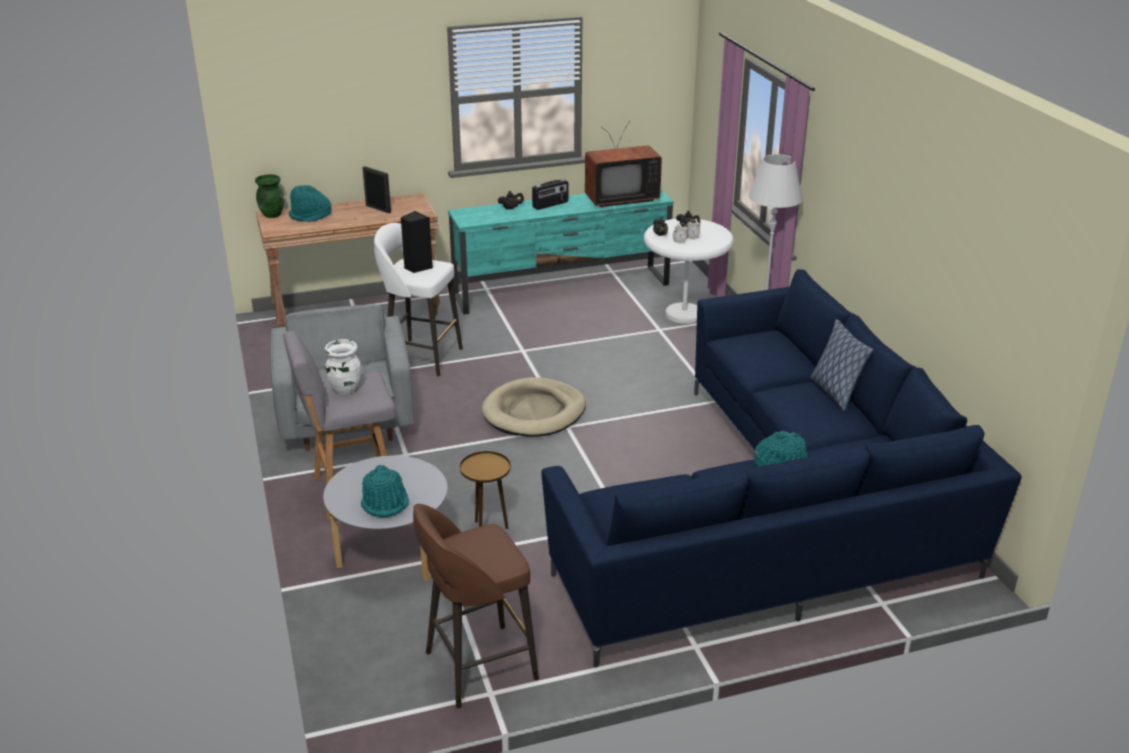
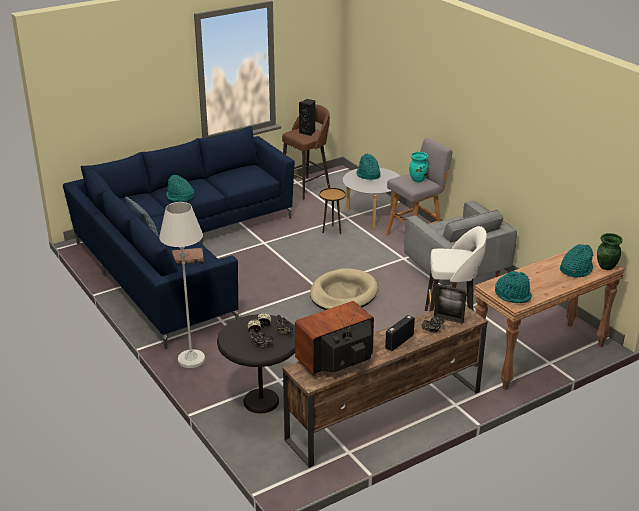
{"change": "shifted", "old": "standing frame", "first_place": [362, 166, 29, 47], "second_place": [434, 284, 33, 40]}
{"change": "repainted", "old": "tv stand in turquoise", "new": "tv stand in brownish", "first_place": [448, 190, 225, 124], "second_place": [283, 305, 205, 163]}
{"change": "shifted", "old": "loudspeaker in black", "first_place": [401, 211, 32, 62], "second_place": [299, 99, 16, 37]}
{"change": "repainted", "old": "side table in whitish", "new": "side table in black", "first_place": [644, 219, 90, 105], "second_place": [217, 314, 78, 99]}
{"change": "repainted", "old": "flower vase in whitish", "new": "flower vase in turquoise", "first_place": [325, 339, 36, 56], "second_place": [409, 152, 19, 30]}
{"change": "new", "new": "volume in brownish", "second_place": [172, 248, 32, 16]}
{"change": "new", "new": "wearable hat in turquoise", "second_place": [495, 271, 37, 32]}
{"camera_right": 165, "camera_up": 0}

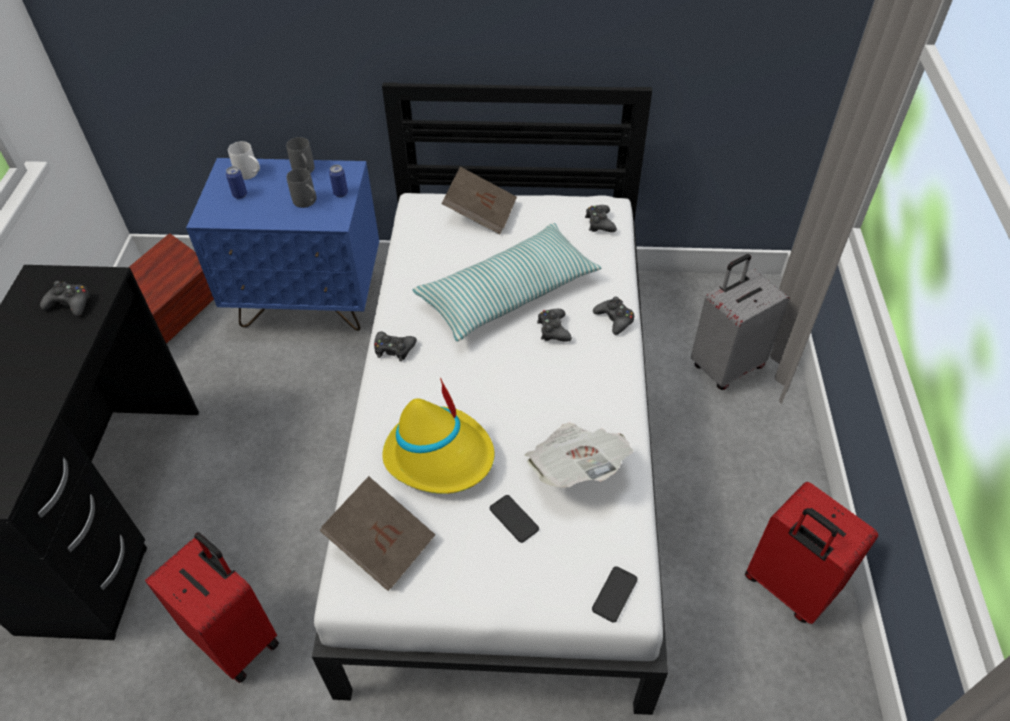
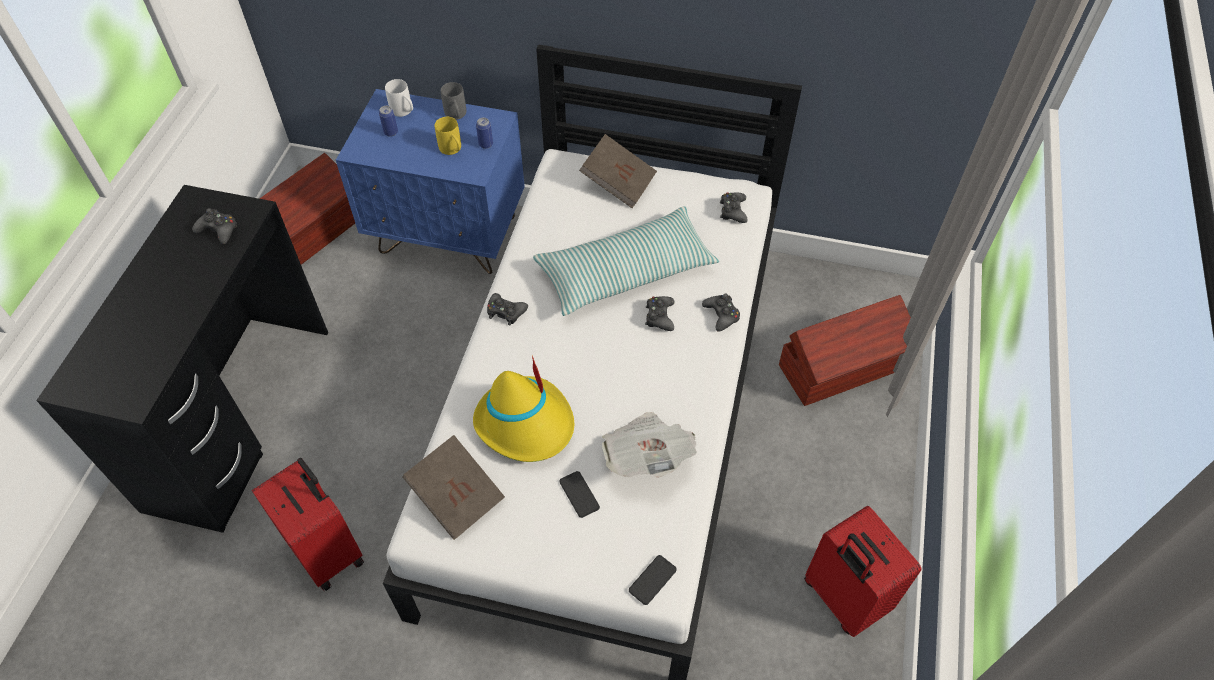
{"change": "repainted", "old": "coffee mug in grey", "new": "coffee mug in yellow", "first_place": [287, 168, 30, 40], "second_place": [435, 117, 26, 38]}
{"change": "swapped", "old": "suitcase in grey", "new": "storage container in brownish", "first_place": [691, 254, 98, 136], "second_place": [779, 295, 132, 111]}
{"camera_right": 10, "camera_up": 5}

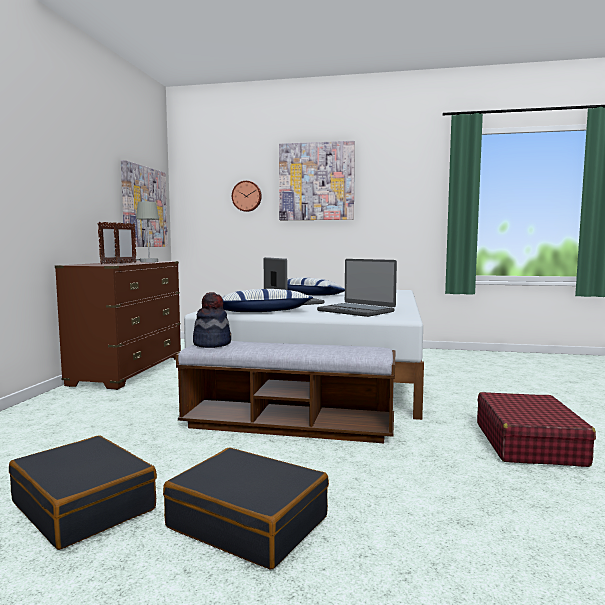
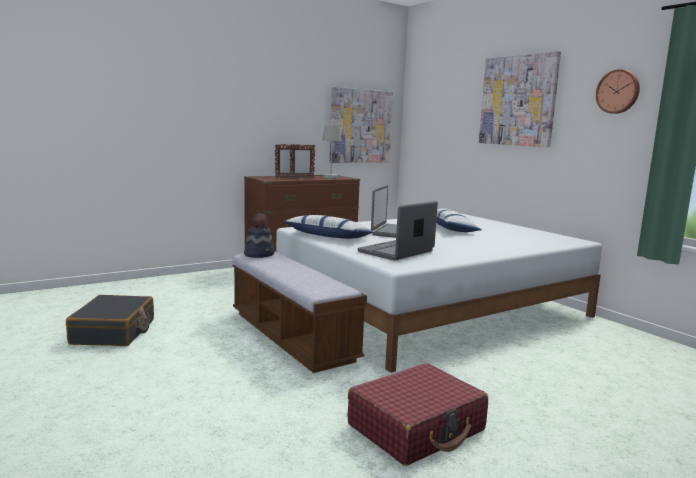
{"change": "shifted", "old": "wall clock", "first_place": [232, 181, 30, 31], "second_place": [596, 69, 44, 45]}
{"change": "rotated", "old": "laptop", "first_place": [317, 259, 80, 58], "second_place": [358, 201, 80, 59], "degrees": 45}
{"change": "gone", "old": "suitcase in black", "first_place": [163, 448, 166, 121]}
{"camera_right": 45, "camera_up": 5}

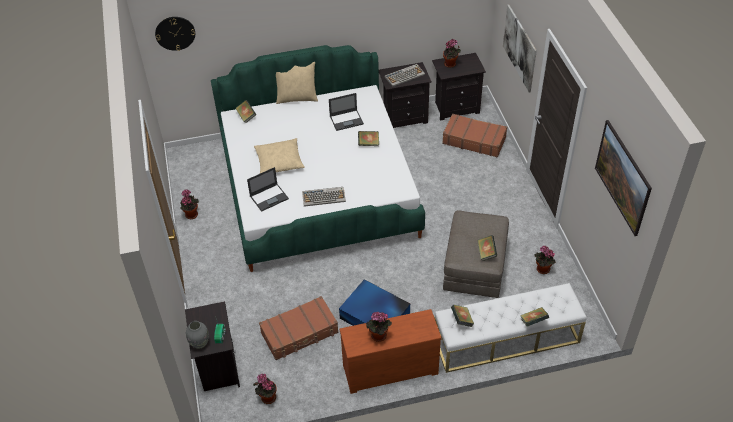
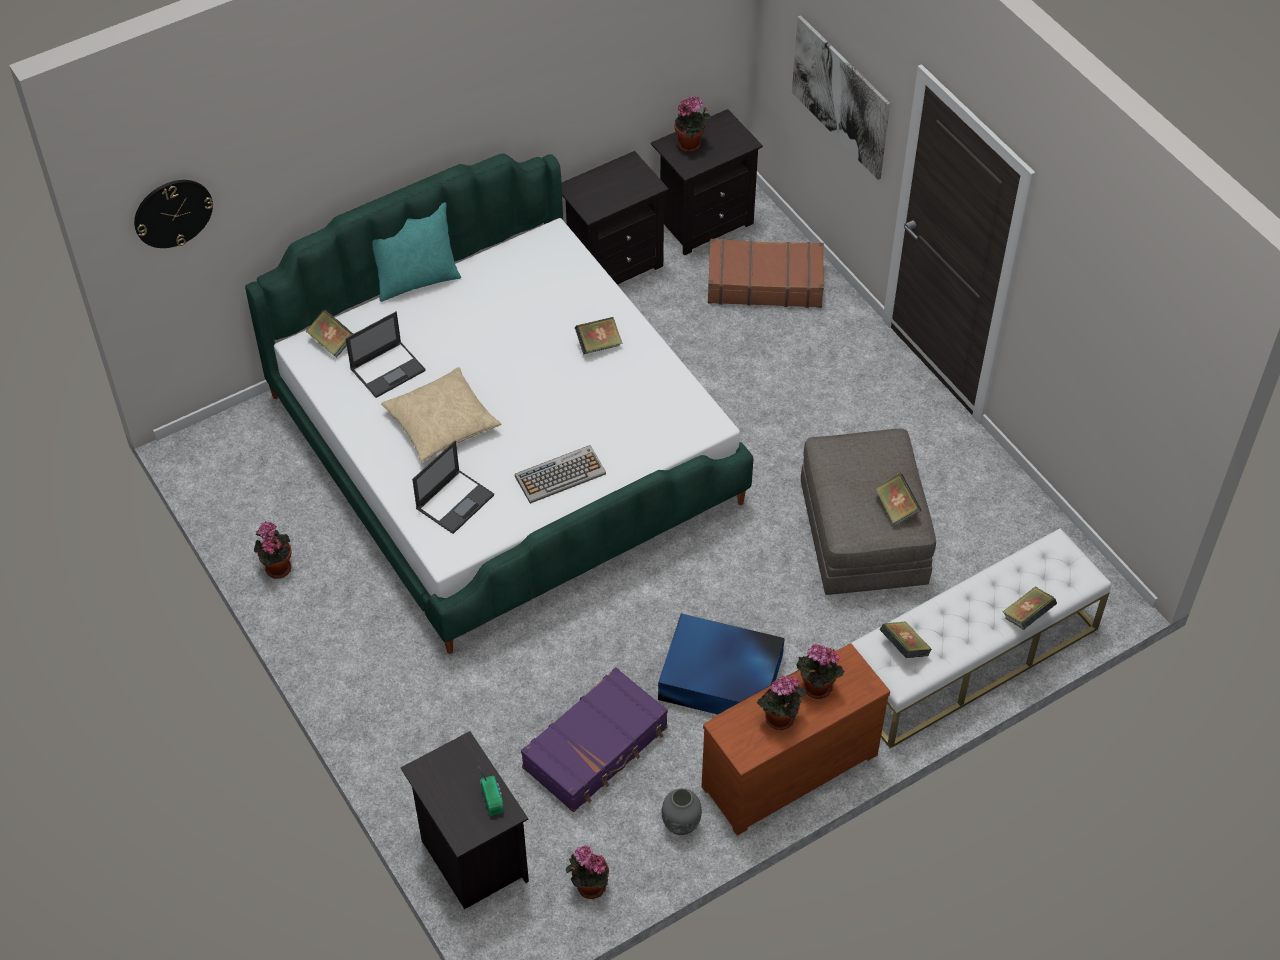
{"change": "repainted", "old": "pillow in sand-coloured", "new": "pillow in turquoise", "first_place": [276, 62, 42, 42], "second_place": [372, 202, 89, 100]}
{"change": "gone", "old": "computer keyboard", "first_place": [384, 64, 41, 23]}
{"change": "shifted", "old": "laptop", "first_place": [329, 93, 35, 38], "second_place": [346, 312, 80, 86]}
{"change": "gone", "old": "wall art", "first_place": [595, 120, 57, 116]}
{"change": "shifted", "old": "plant in a pot", "first_place": [535, 246, 21, 28], "second_place": [796, 644, 48, 55]}
{"change": "repainted", "old": "suitcase in brownish", "new": "suitcase in purple-coloured", "first_place": [259, 296, 80, 64], "second_place": [521, 667, 147, 145]}
{"change": "shifted", "old": "flower vase in grey", "first_place": [186, 321, 23, 28], "second_place": [662, 788, 40, 47]}
{"camera_right": -20, "camera_up": 5}

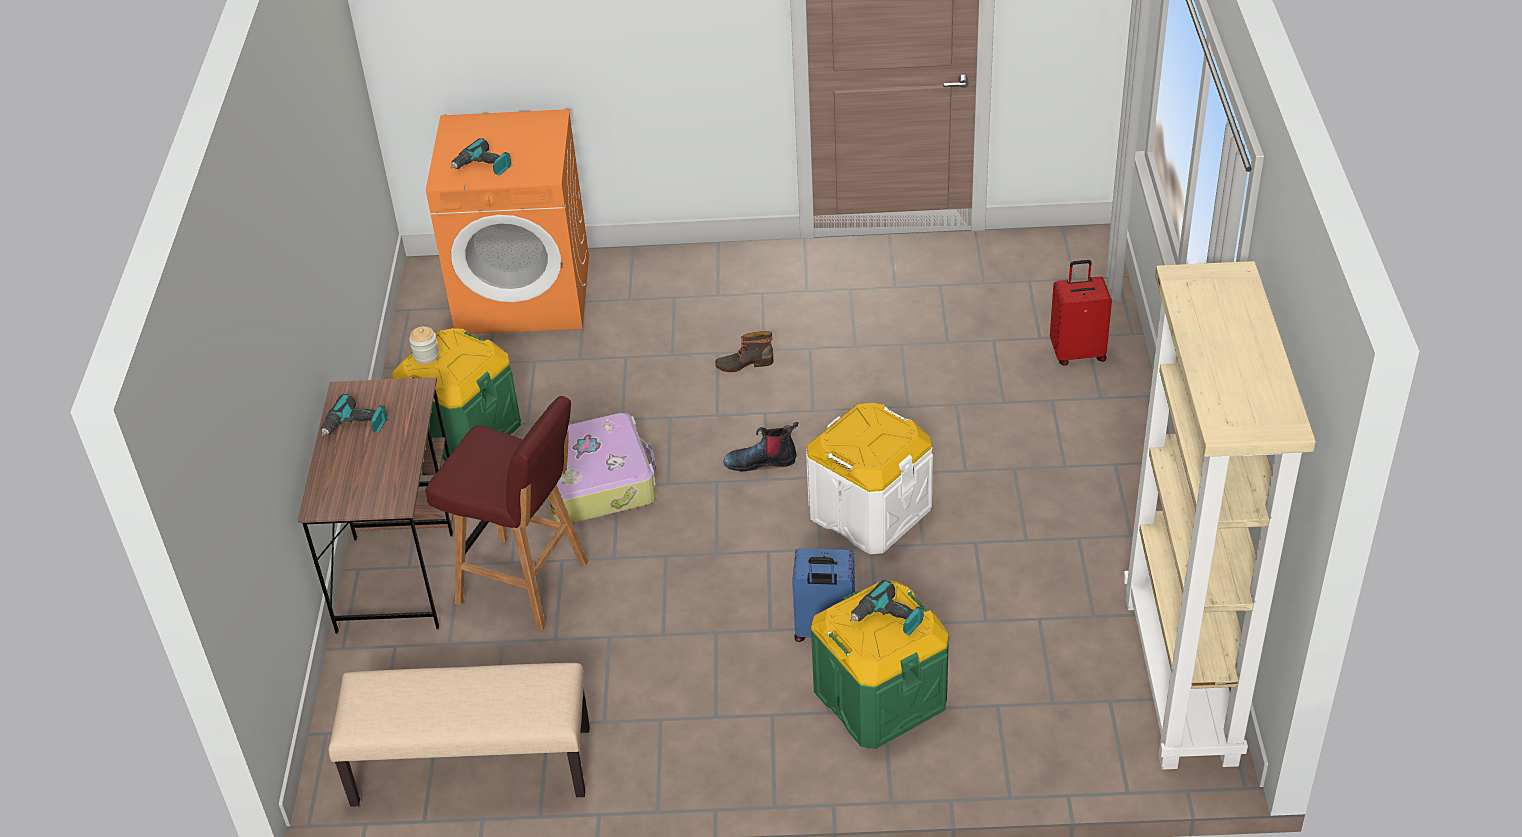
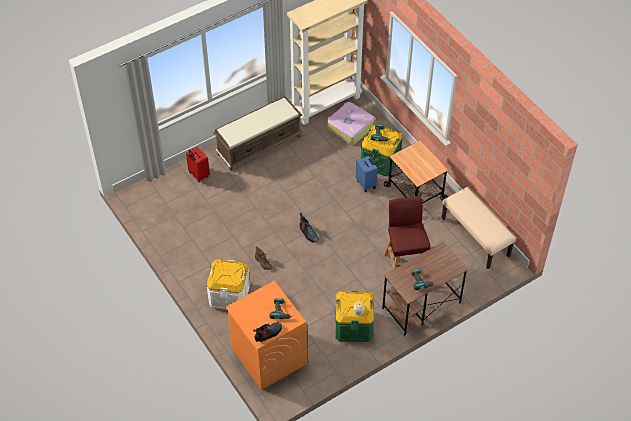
{"change": "shifted", "old": "storage container in whitish", "first_place": [806, 403, 127, 151], "second_place": [207, 259, 43, 51]}
{"change": "shifted", "old": "suitcase", "first_place": [547, 413, 109, 110], "second_place": [327, 102, 48, 43]}
{"change": "new", "new": "indoor bench in brownish", "second_place": [213, 96, 90, 75]}
{"change": "new", "new": "cart", "second_place": [384, 141, 64, 62]}
{"change": "new", "new": "high-top boot", "second_place": [253, 322, 29, 20]}
{"camera_right": -125, "camera_up": 10}

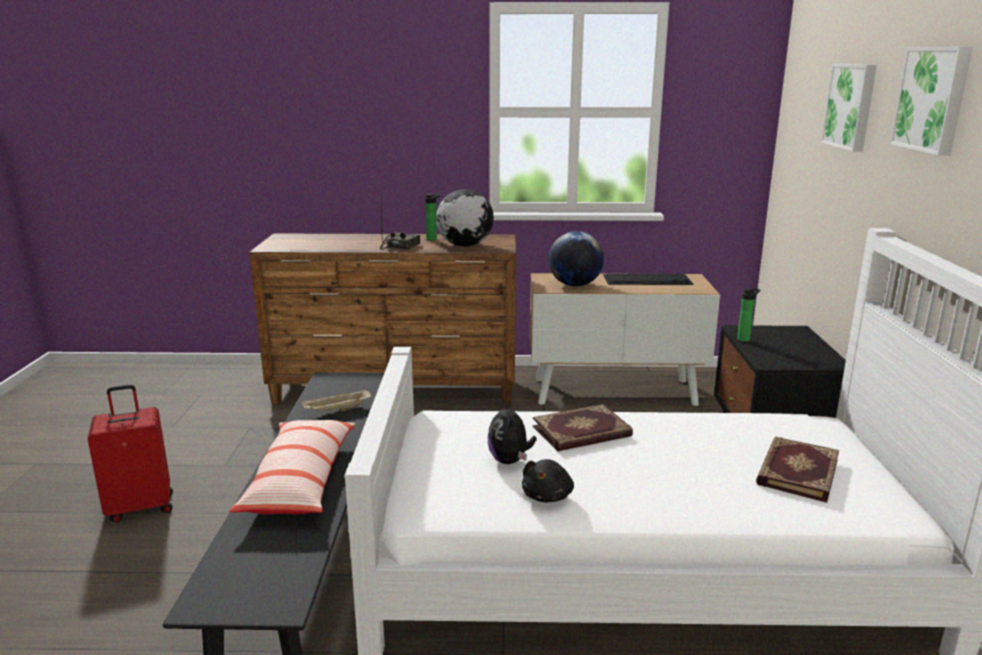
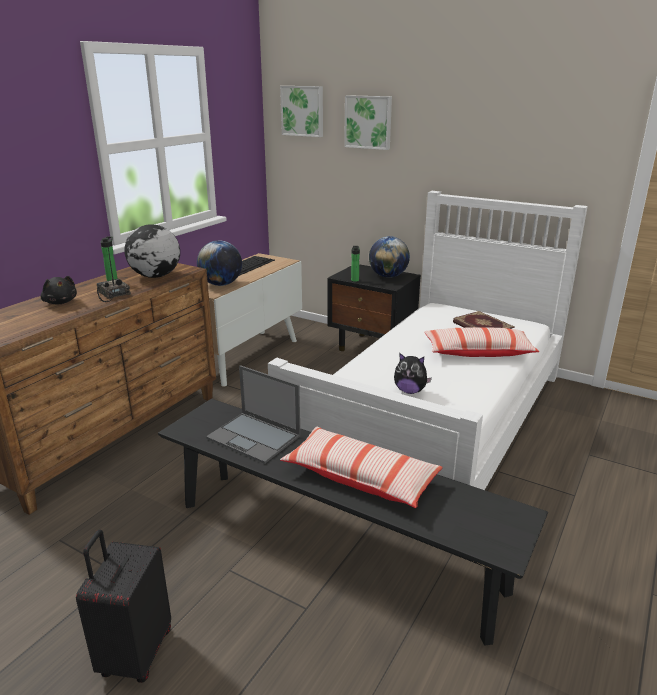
{"change": "shifted", "old": "wall art", "first_place": [890, 47, 83, 109], "second_place": [280, 86, 43, 51]}
{"change": "repainted", "old": "suitcase in reddish", "new": "suitcase in black", "first_place": [88, 385, 85, 137], "second_place": [76, 529, 95, 154]}
{"change": "swapped", "old": "tray in sand-coloured", "new": "laptop", "first_place": [301, 388, 71, 24], "second_place": [206, 365, 95, 99]}
{"change": "gone", "old": "volume", "first_place": [533, 404, 100, 47]}
{"change": "shifted", "old": "cuddly toy in black", "first_place": [522, 459, 52, 44], "second_place": [41, 276, 36, 28]}
{"change": "new", "new": "globe", "second_place": [369, 236, 41, 42]}
{"change": "new", "new": "pillow", "second_place": [424, 327, 115, 30]}
{"camera_right": -60, "camera_up": 5}

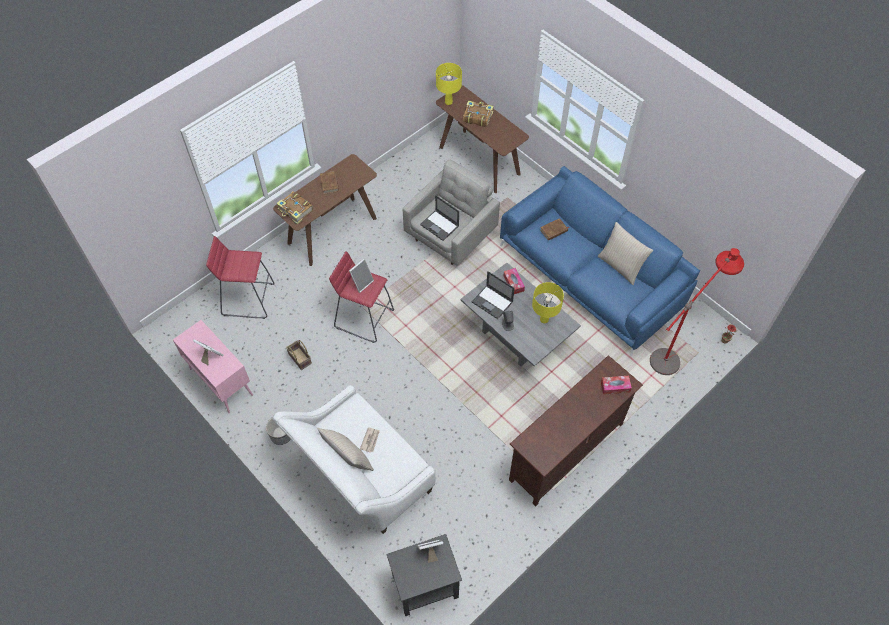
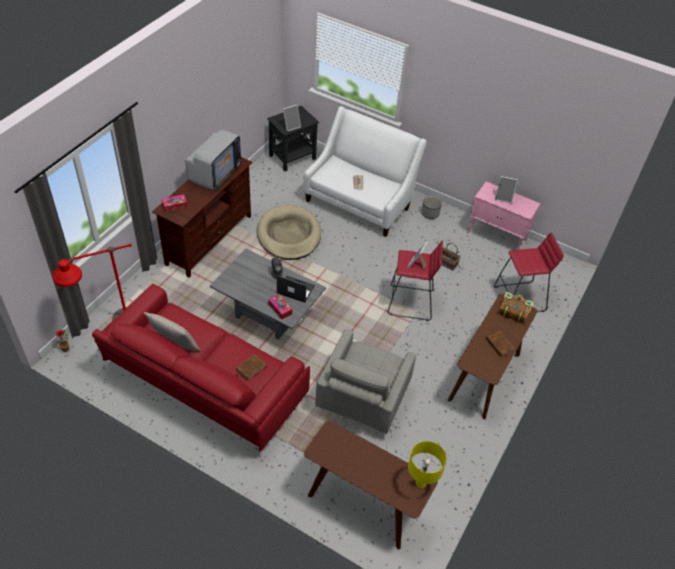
{"change": "gone", "old": "volume", "first_place": [463, 101, 31, 26]}
{"change": "repainted", "old": "settee in blue-coloured", "new": "settee in reddish", "first_place": [500, 166, 200, 190], "second_place": [92, 284, 218, 174]}
{"change": "gone", "old": "laptop", "first_place": [420, 195, 39, 46]}
{"change": "gone", "old": "table lamp in yellow", "first_place": [532, 282, 32, 41]}
{"change": "gone", "old": "pillow in sand-coloured", "first_place": [317, 428, 57, 43]}
{"change": "new", "new": "TV", "second_place": [185, 129, 56, 62]}
{"change": "new", "new": "dog cushion in sand-coloured", "second_place": [257, 205, 64, 55]}
{"camera_right": 160, "camera_up": -10}

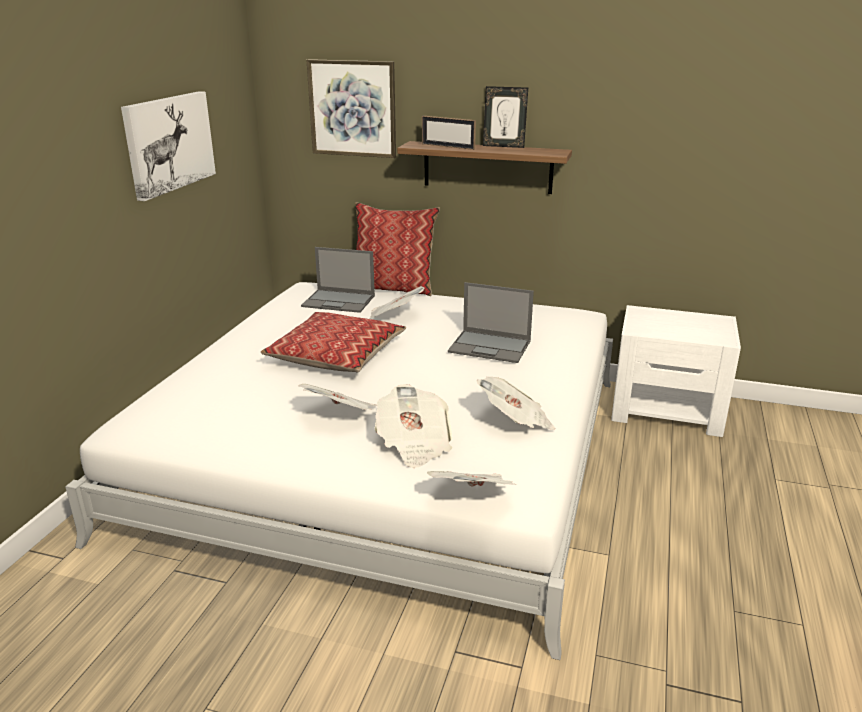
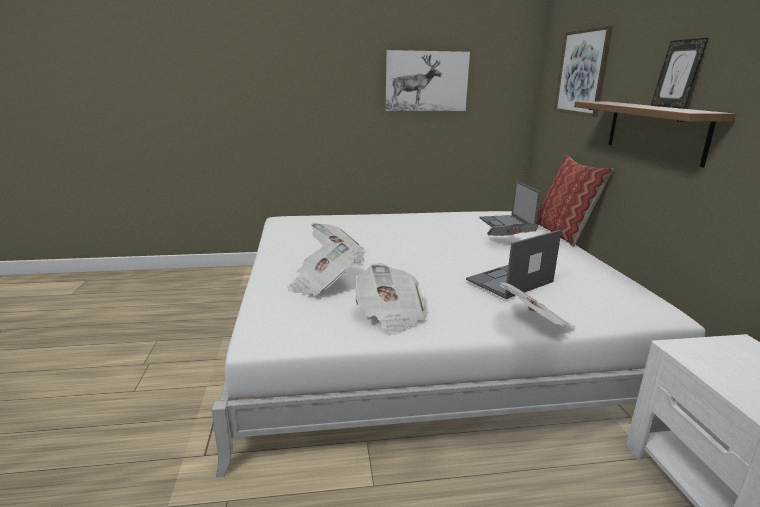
{"change": "gone", "old": "standing frame", "first_place": [422, 116, 54, 34]}
{"change": "rotated", "old": "laptop", "first_place": [448, 282, 86, 81], "second_place": [466, 230, 96, 69], "degrees": 60}
{"change": "gone", "old": "pillow", "first_place": [261, 312, 145, 60]}
{"change": "shifted", "old": "printed paper", "first_place": [427, 471, 90, 16], "second_place": [499, 282, 77, 45]}
{"camera_right": 65, "camera_up": -5}

